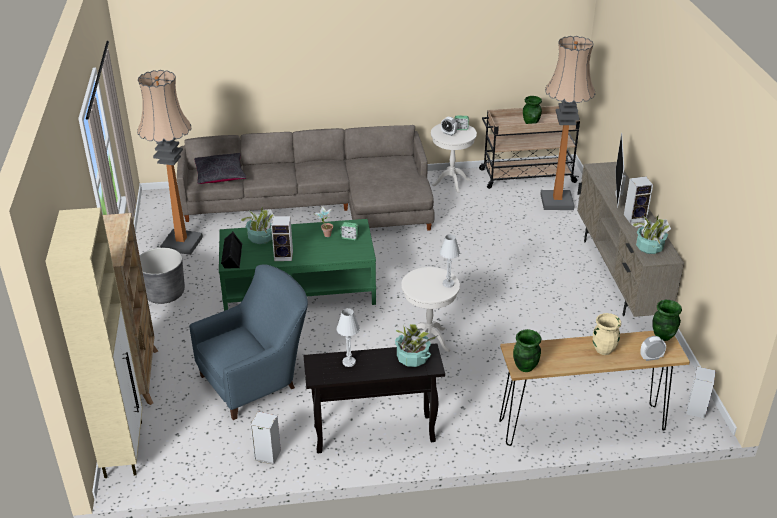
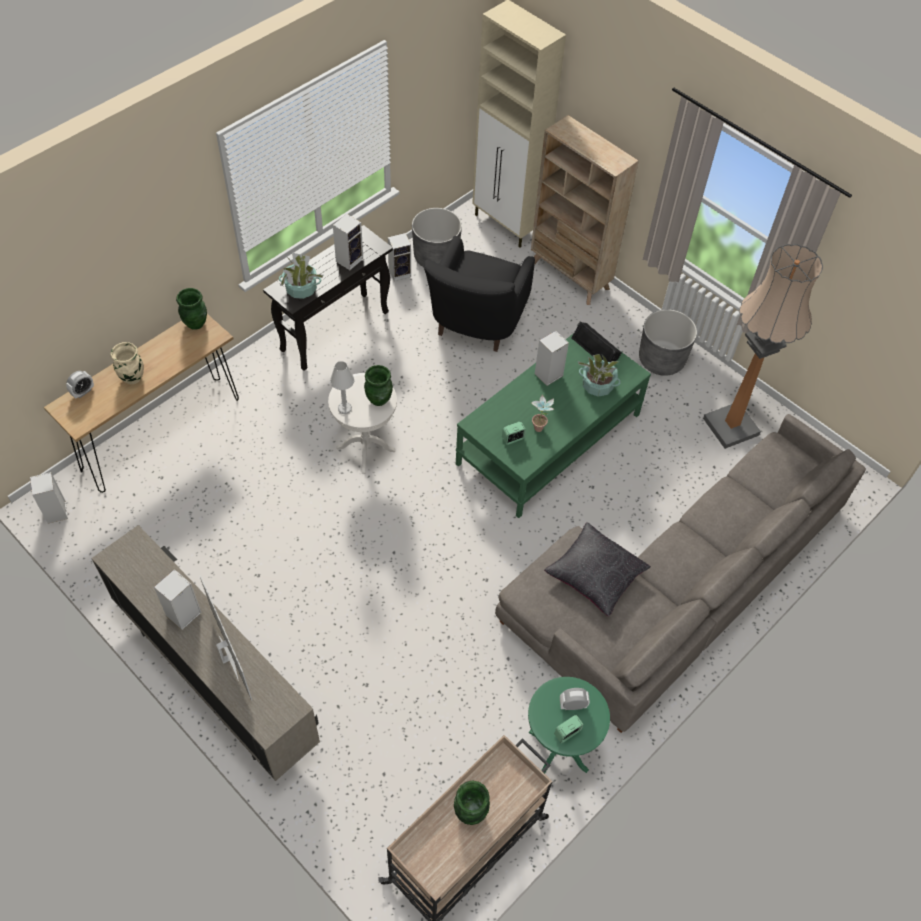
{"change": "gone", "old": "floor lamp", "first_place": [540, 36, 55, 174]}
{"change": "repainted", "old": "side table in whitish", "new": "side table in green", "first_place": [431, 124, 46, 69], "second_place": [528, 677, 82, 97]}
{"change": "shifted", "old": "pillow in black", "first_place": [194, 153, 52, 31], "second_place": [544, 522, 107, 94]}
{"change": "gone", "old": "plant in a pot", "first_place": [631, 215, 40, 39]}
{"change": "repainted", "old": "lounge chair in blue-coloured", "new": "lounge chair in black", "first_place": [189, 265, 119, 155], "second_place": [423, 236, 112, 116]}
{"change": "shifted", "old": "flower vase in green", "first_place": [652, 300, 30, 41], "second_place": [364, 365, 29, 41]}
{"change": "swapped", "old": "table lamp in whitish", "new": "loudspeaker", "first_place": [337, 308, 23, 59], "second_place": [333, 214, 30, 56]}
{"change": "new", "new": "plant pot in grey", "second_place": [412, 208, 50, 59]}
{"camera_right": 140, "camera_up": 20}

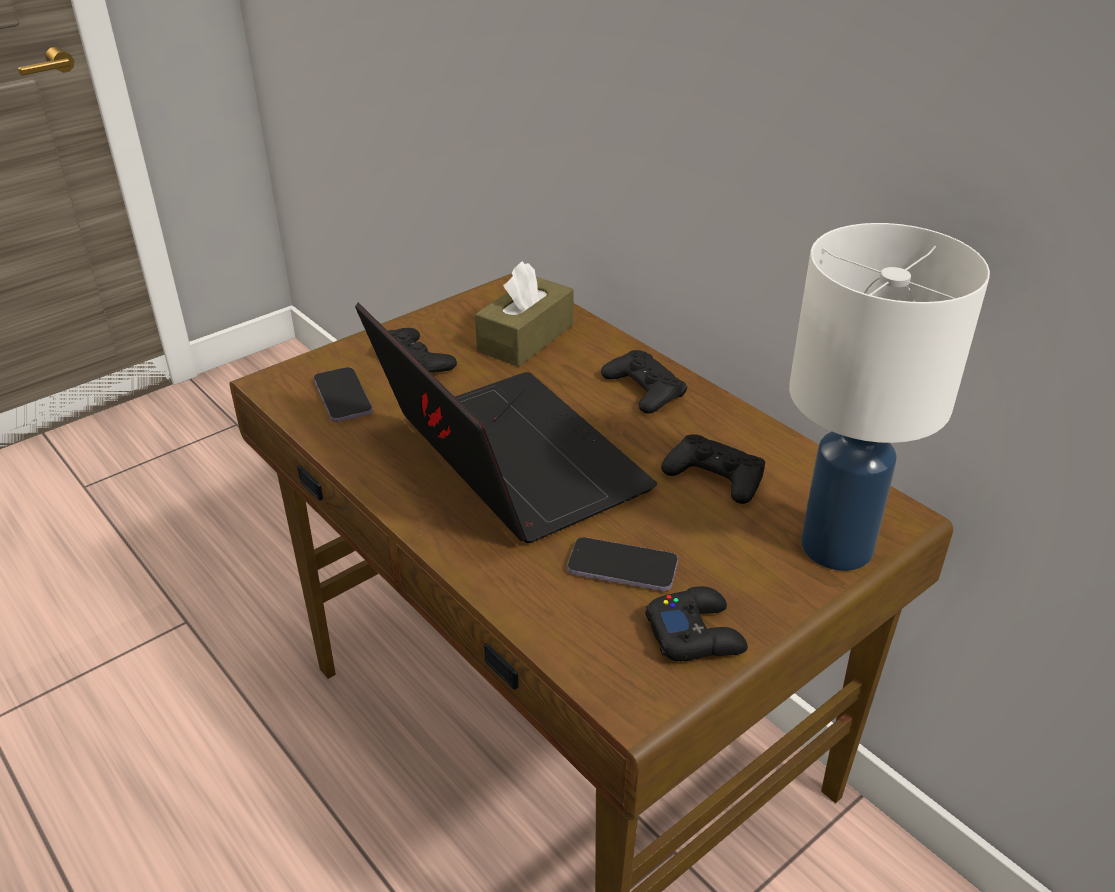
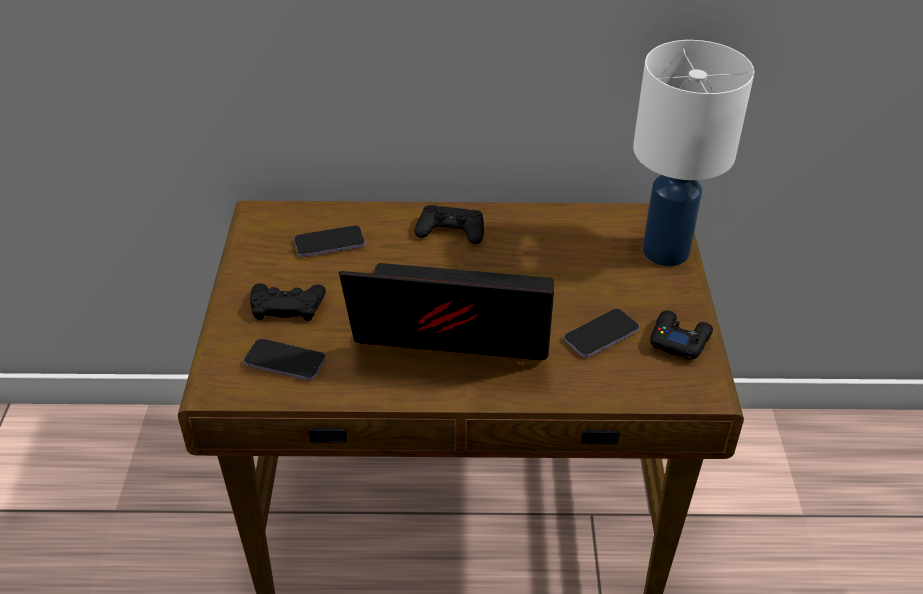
{"change": "swapped", "old": "tissue box in brownish", "new": "handset", "first_place": [475, 261, 99, 106], "second_place": [294, 225, 71, 32]}
{"change": "gone", "old": "gamepad in black", "first_place": [661, 434, 104, 70]}
{"camera_right": -50, "camera_up": 5}

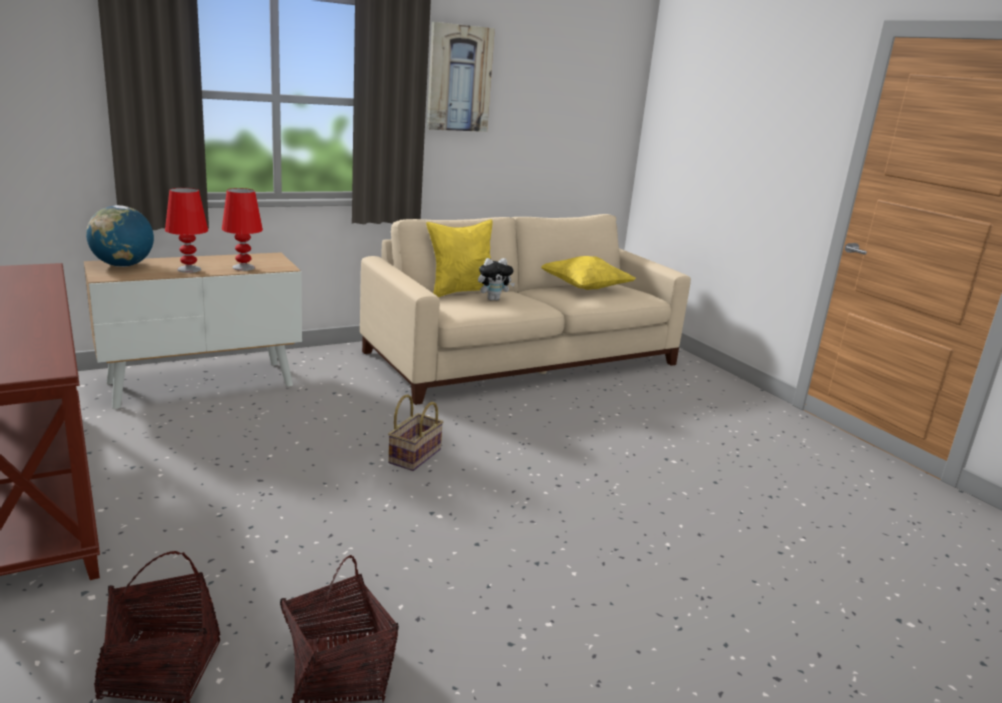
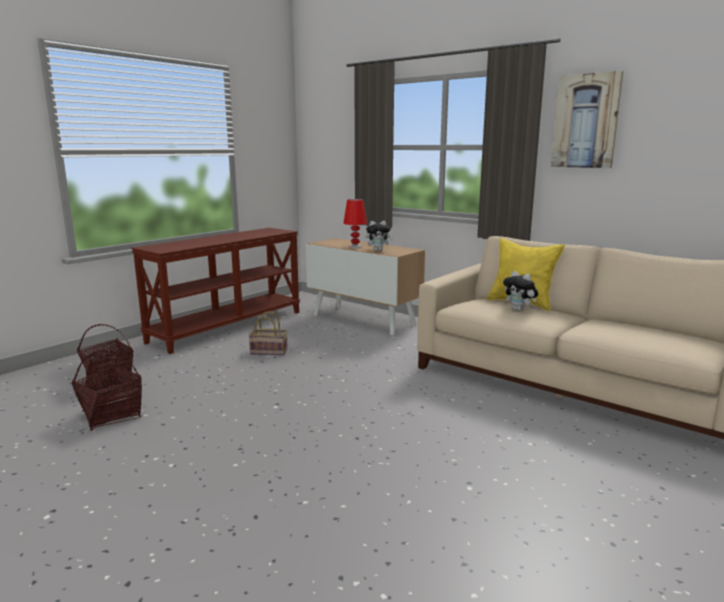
{"change": "swapped", "old": "table lamp in reddish", "new": "cuddly toy", "first_place": [222, 188, 41, 83], "second_place": [366, 221, 27, 30]}
{"change": "gone", "old": "globe", "first_place": [86, 205, 68, 62]}
{"change": "gone", "old": "pillow in yellow", "first_place": [541, 256, 95, 34]}
{"change": "shifted", "old": "household basket", "first_place": [388, 394, 55, 77], "second_place": [248, 311, 40, 44]}
{"camera_right": 70, "camera_up": -5}

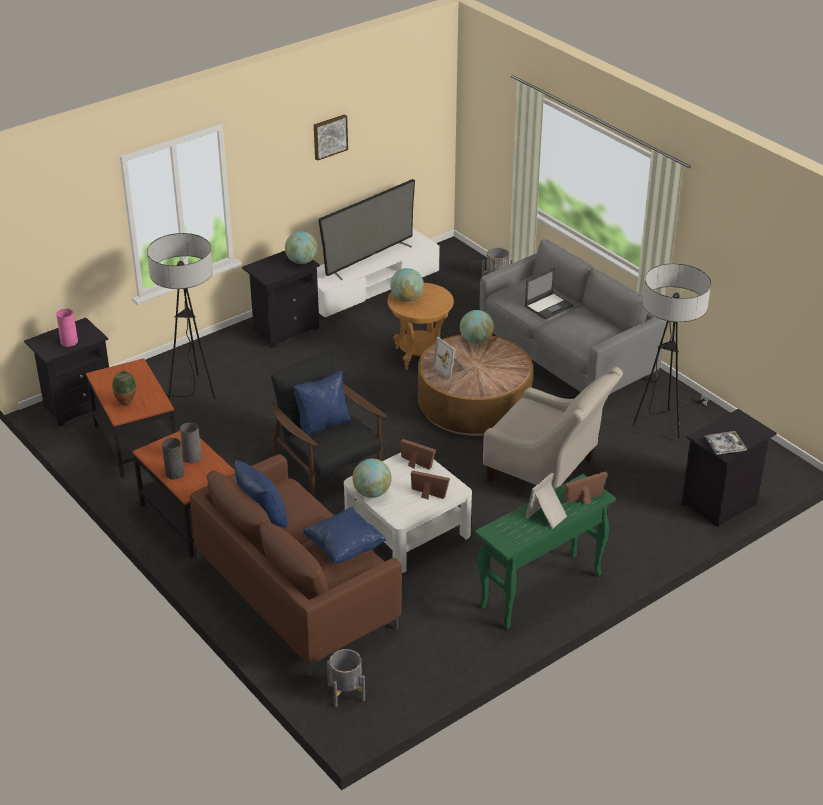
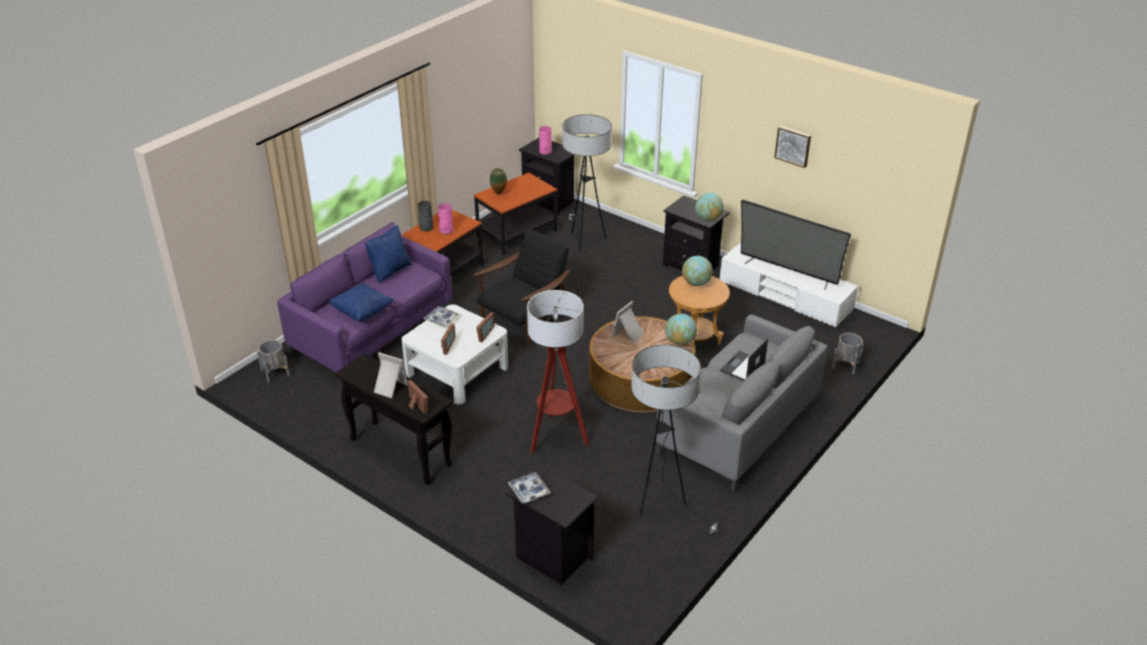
{"change": "rotated", "old": "laptop", "first_place": [525, 268, 49, 52], "second_place": [720, 338, 48, 43], "degrees": 90}
{"change": "swapped", "old": "lounge chair in sand-coloured", "new": "floor lamp", "first_place": [483, 367, 140, 122], "second_place": [527, 290, 62, 163]}
{"change": "gone", "old": "pillow in blue-coloured", "first_place": [293, 371, 59, 64]}
{"change": "repainted", "old": "flower vase in grey", "new": "flower vase in pinkish", "first_place": [180, 422, 22, 41], "second_place": [438, 203, 15, 31]}
{"change": "repainted", "old": "settee in brownish", "new": "settee in purple-coloured", "first_place": [190, 454, 212, 222], "second_place": [277, 223, 175, 149]}
{"change": "swapped", "old": "globe", "new": "tray", "first_place": [352, 459, 40, 39], "second_place": [423, 306, 36, 21]}
{"change": "repainted", "old": "narrow table in green", "new": "narrow table in black", "first_place": [475, 474, 141, 155], "second_place": [334, 354, 119, 131]}
{"camera_right": 75, "camera_up": 0}

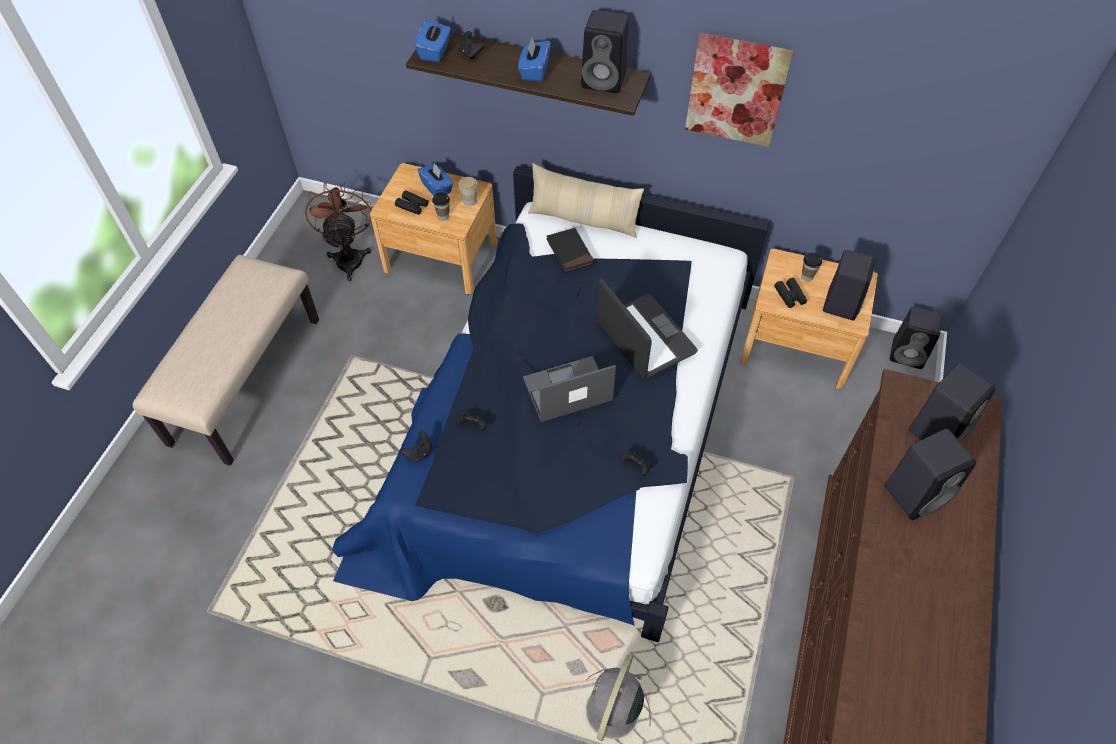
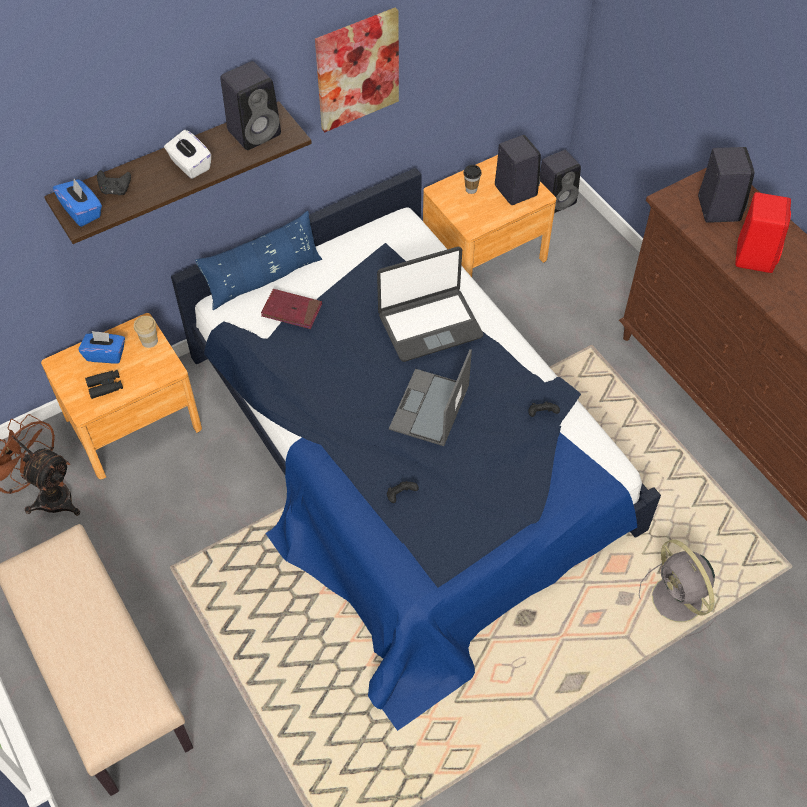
{"change": "repainted", "old": "tissue box in blue-coloured", "new": "tissue box in whitish", "first_place": [518, 38, 33, 44], "second_place": [164, 130, 47, 49]}
{"change": "repainted", "old": "pillow in sand-coloured", "new": "pillow in blue-coloured", "first_place": [528, 163, 116, 75], "second_place": [195, 211, 127, 99]}
{"change": "gone", "old": "small cup", "first_place": [432, 192, 18, 28]}
{"change": "repainted", "old": "volume in black", "new": "volume in reddish", "first_place": [546, 228, 48, 45], "second_place": [261, 289, 61, 40]}
{"change": "gone", "old": "field glasses in black", "first_place": [774, 278, 33, 30]}
{"change": "rotated", "old": "laptop", "first_place": [596, 279, 102, 99], "second_place": [377, 247, 106, 115], "degrees": 150}
{"change": "repainted", "old": "loudspeaker in black", "new": "loudspeaker in reddish", "first_place": [884, 429, 92, 91], "second_place": [735, 192, 56, 81]}
{"change": "gone", "old": "gamepad in black", "first_place": [401, 431, 31, 31]}
{"camera_right": -50, "camera_up": 0}

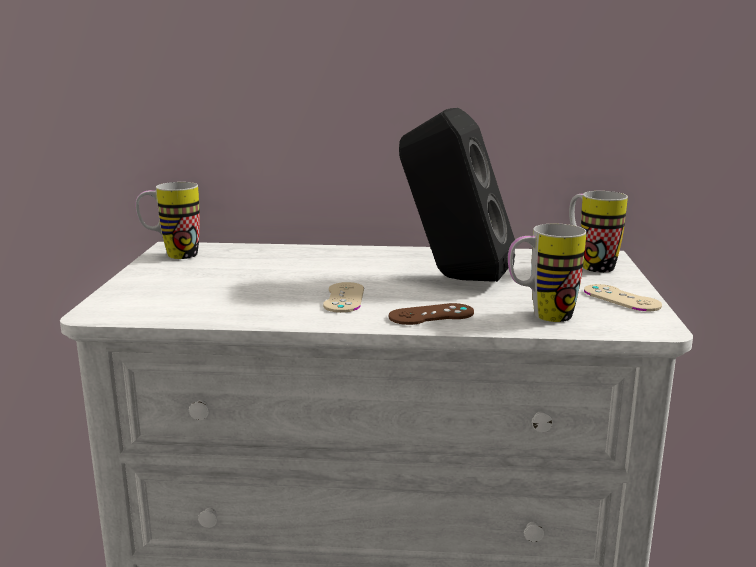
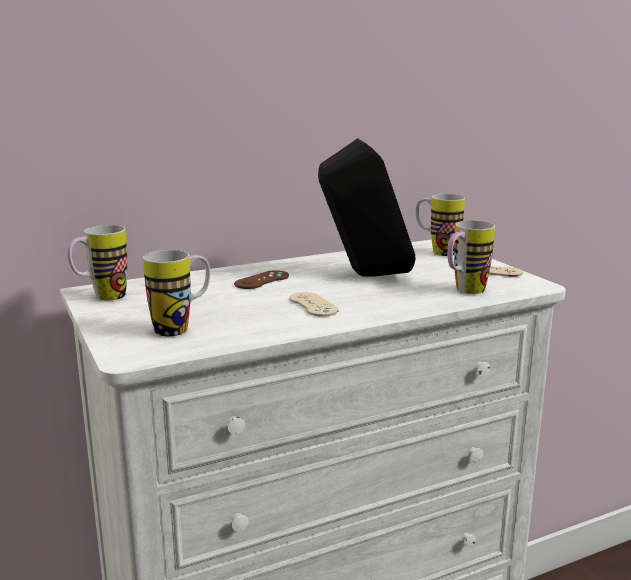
{"change": "shifted", "old": "gamepad in brownish", "first_place": [389, 303, 85, 22], "second_place": [234, 270, 55, 19]}
{"change": "new", "new": "coffee mug", "second_place": [143, 250, 67, 86]}
{"camera_right": -30, "camera_up": 0}

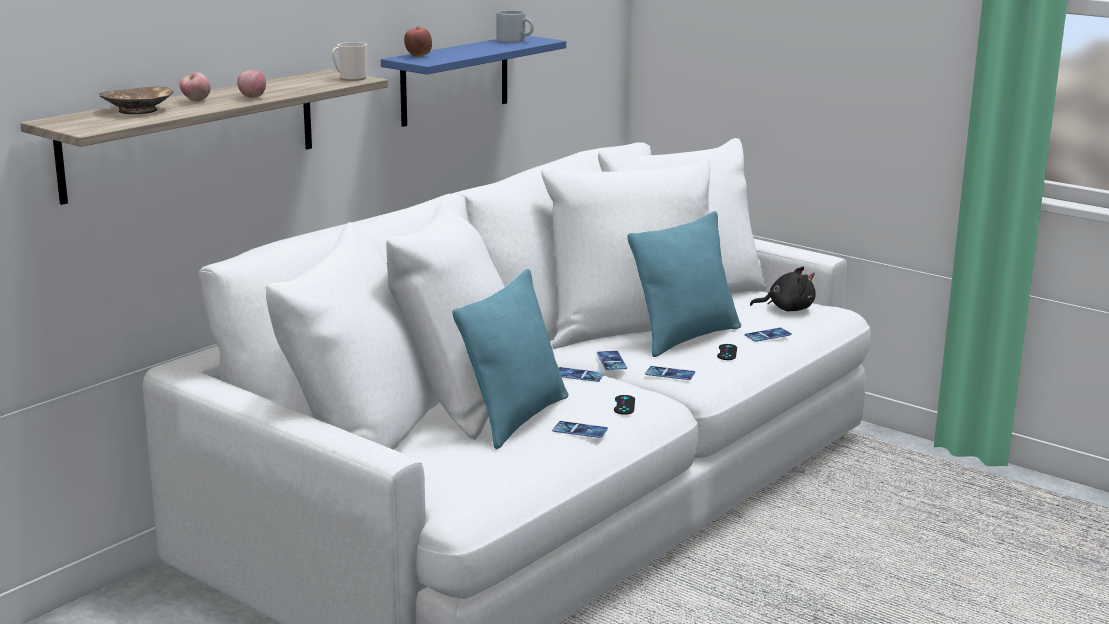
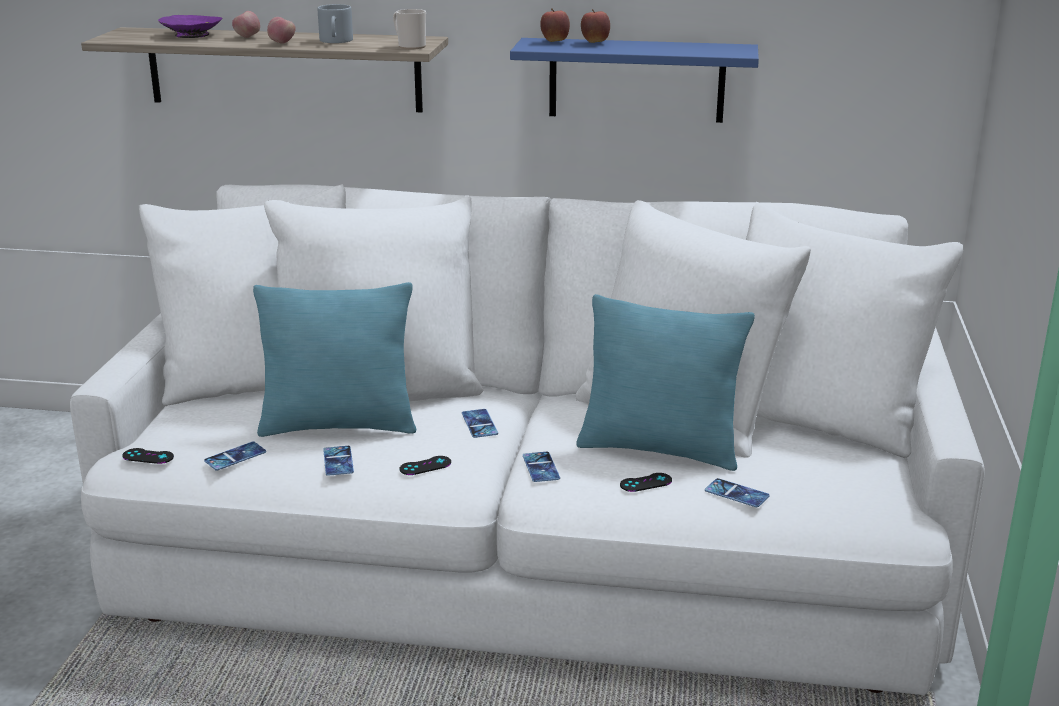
{"change": "shifted", "old": "coffee mug in grey", "first_place": [496, 10, 38, 33], "second_place": [317, 4, 36, 39]}
{"change": "repainted", "old": "serving bowl in brownish", "new": "serving bowl in purple-coloured", "first_place": [99, 87, 74, 27], "second_place": [158, 15, 64, 23]}
{"change": "gone", "old": "cuddly toy in black", "first_place": [750, 266, 66, 46]}
{"change": "shifted", "old": "handset", "first_place": [597, 351, 30, 19], "second_place": [204, 441, 62, 30]}
{"change": "new", "new": "apple fruit", "second_place": [581, 9, 29, 34]}
{"change": "new", "new": "gamepad in black", "second_place": [122, 448, 52, 16]}
{"camera_right": 60, "camera_up": 5}

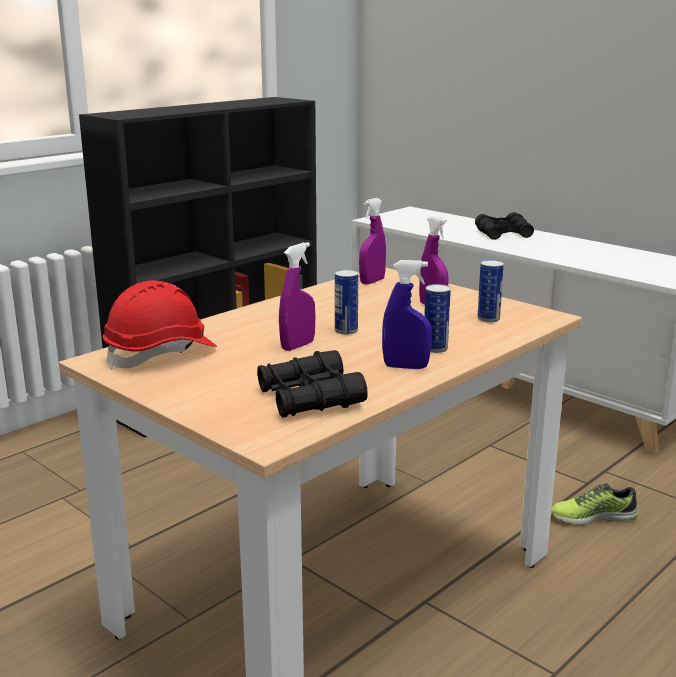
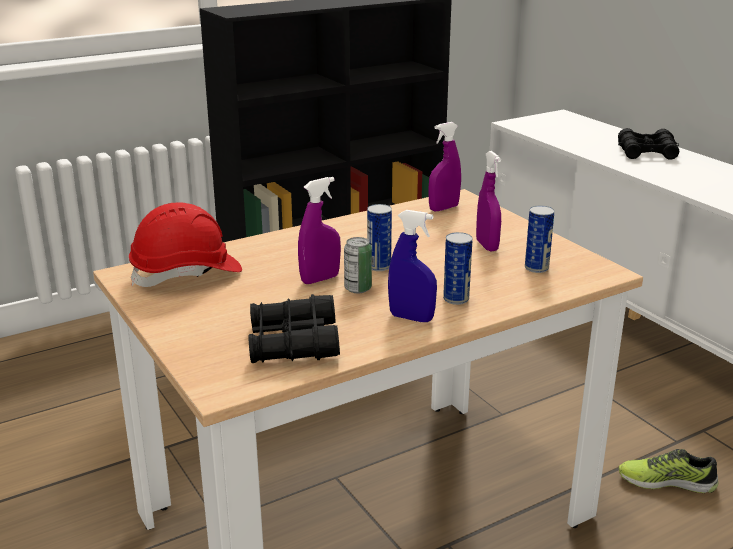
{"change": "new", "new": "sealed can", "second_place": [344, 237, 28, 56]}
{"camera_right": 15, "camera_up": 5}

